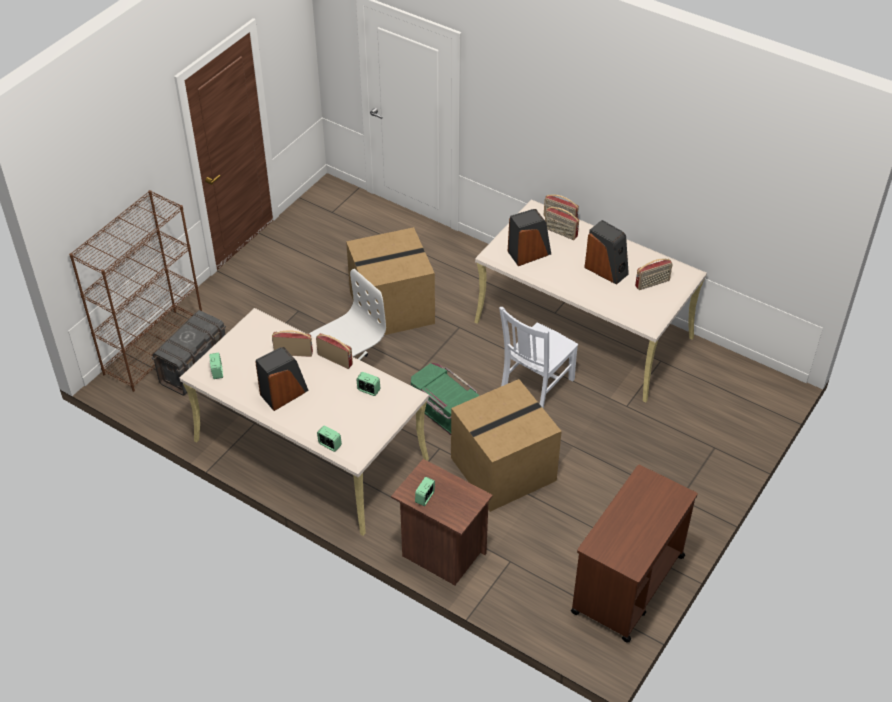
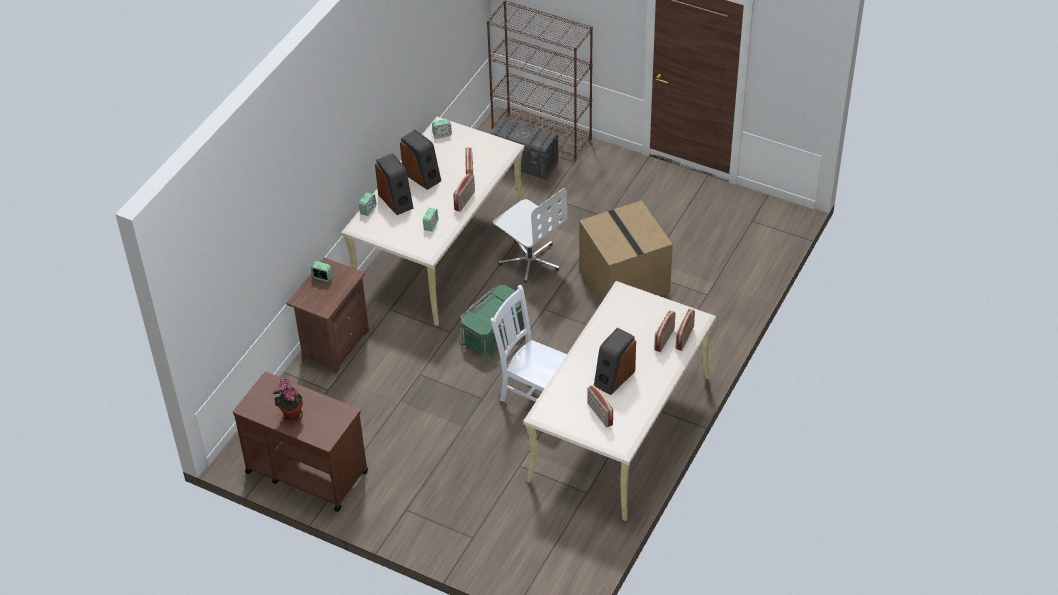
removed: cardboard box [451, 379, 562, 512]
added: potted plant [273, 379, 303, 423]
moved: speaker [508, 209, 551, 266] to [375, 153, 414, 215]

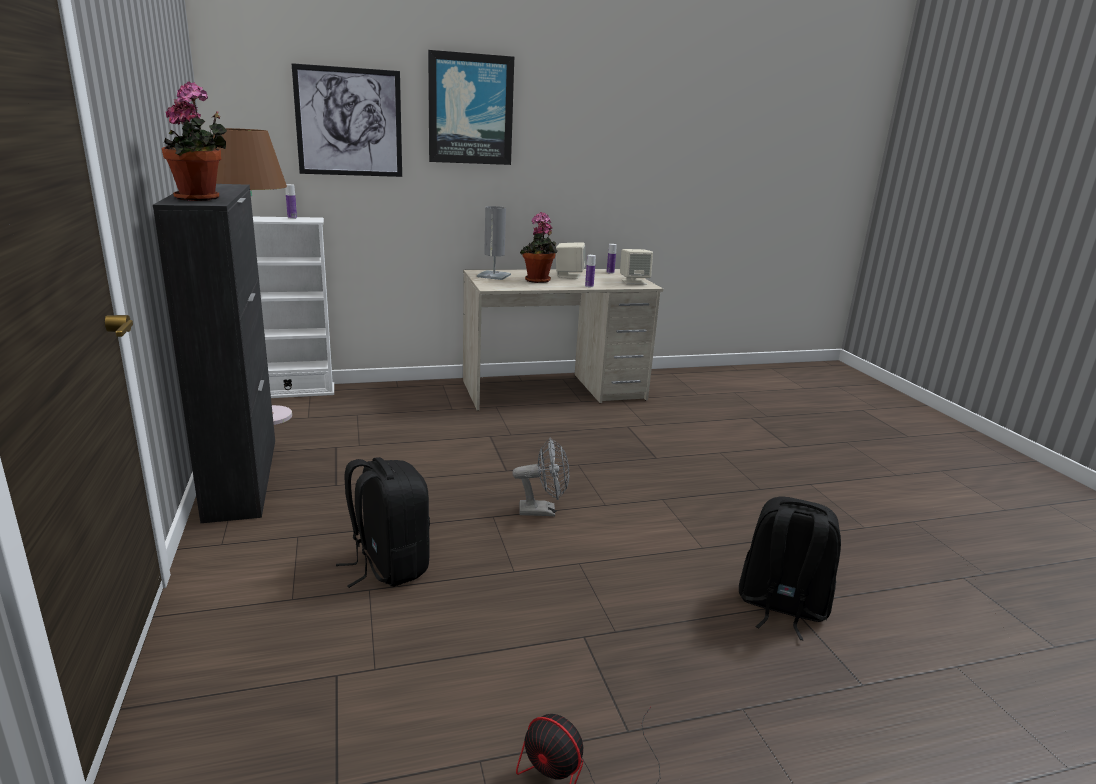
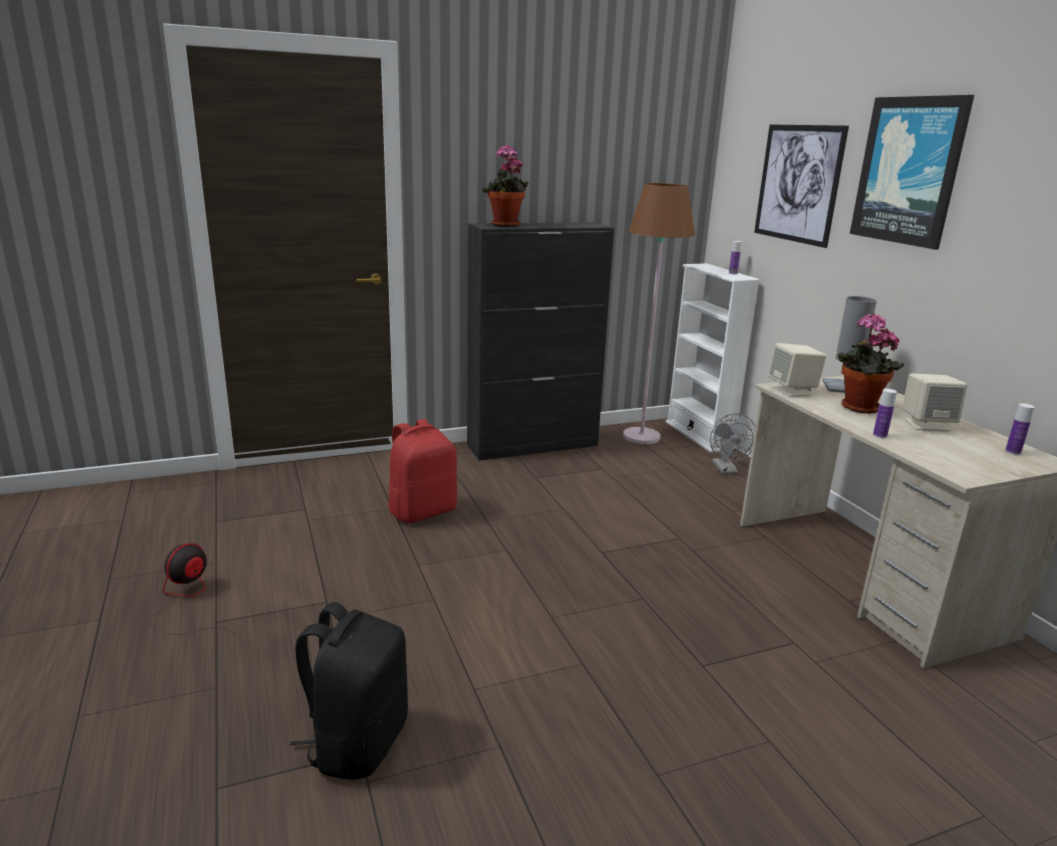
moved: fan (grey) [512, 438, 569, 516] to [710, 413, 756, 474]; speaker (beige) [620, 249, 653, 285] to [768, 343, 826, 397]
recoloured: backpack (black) [336, 457, 430, 588] to backpack (red) [388, 419, 457, 523]

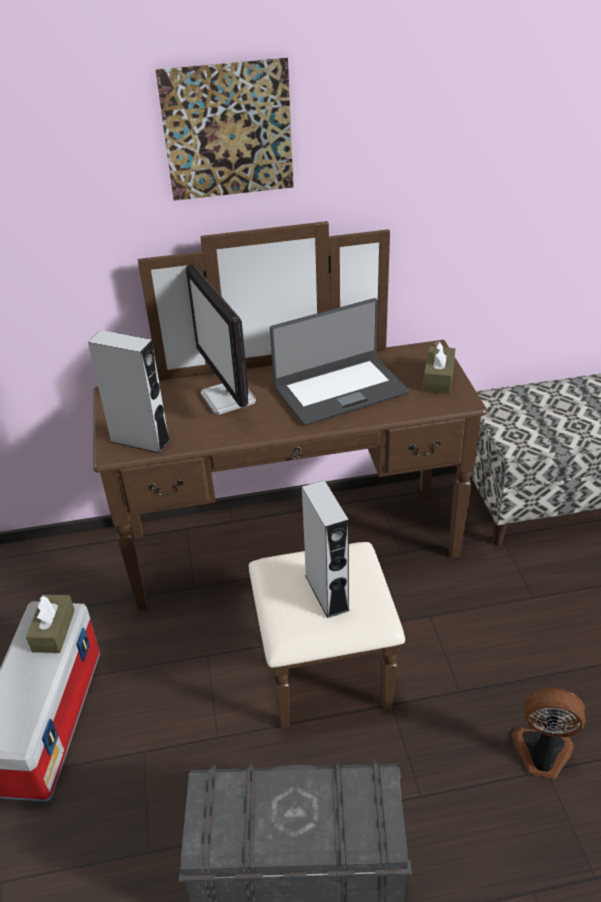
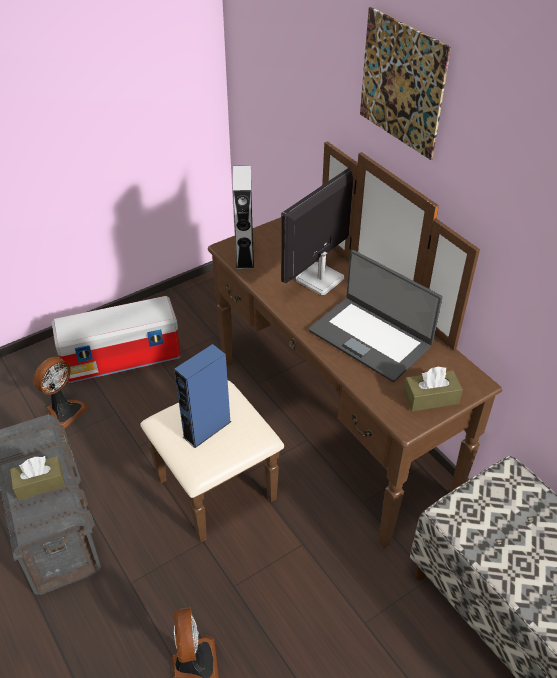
added: fan [33, 357, 88, 429]
moved: tissue box (brown) [26, 595, 75, 653] to [10, 456, 65, 500]
recoloured: speaker (grey) [302, 480, 350, 618] to speaker (blue) [174, 344, 231, 448]

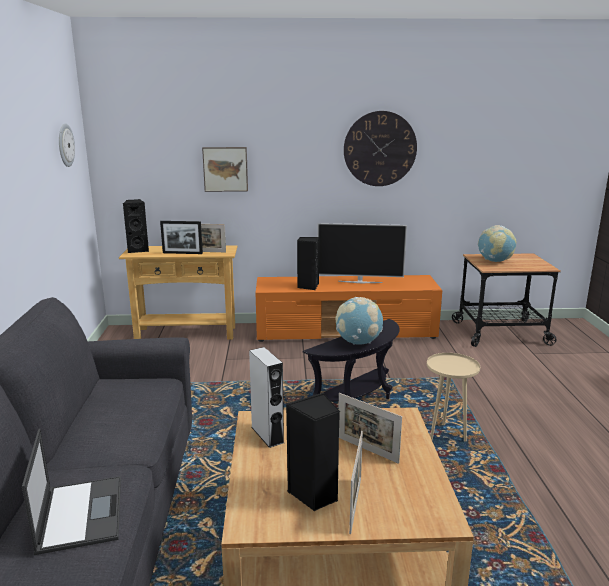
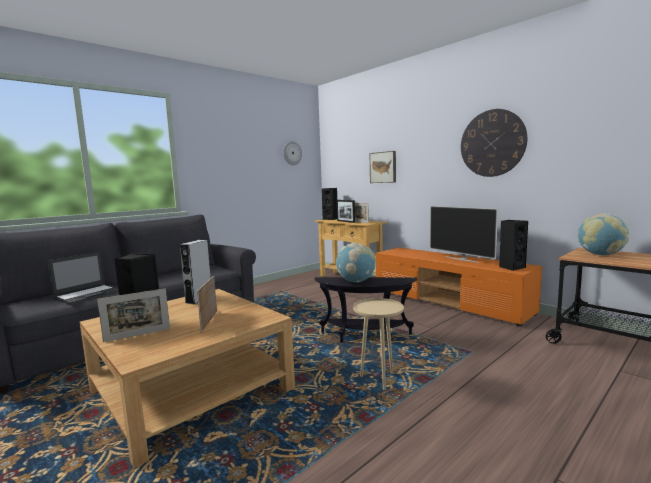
moved: speaker (black) [297, 237, 319, 290] to [499, 220, 528, 271]

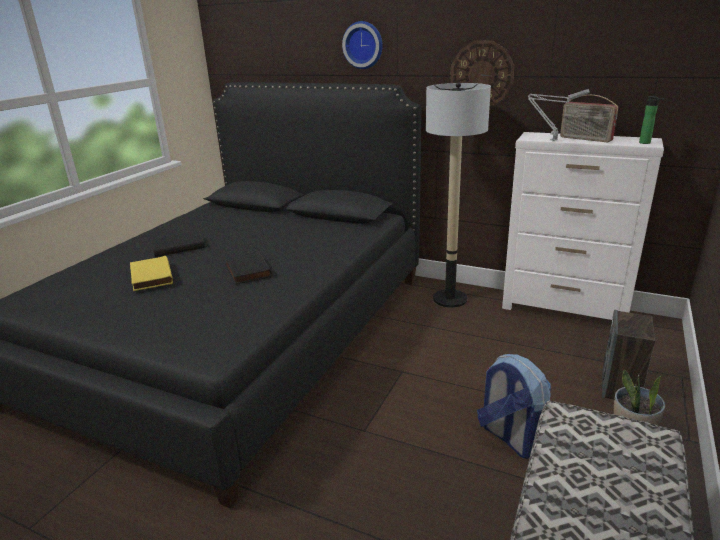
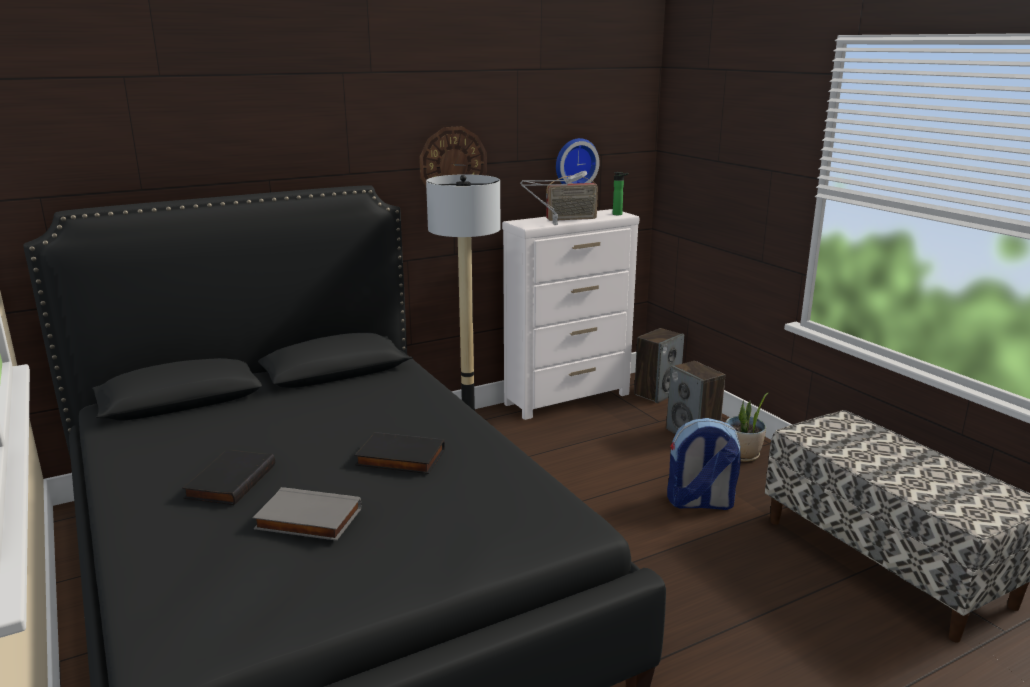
added: speaker [634, 328, 684, 403]
moved: wall clock [342, 21, 383, 69] to [556, 138, 600, 184]
recoloured: book (yellow) [130, 256, 173, 291] to book (grey) [252, 487, 361, 541]

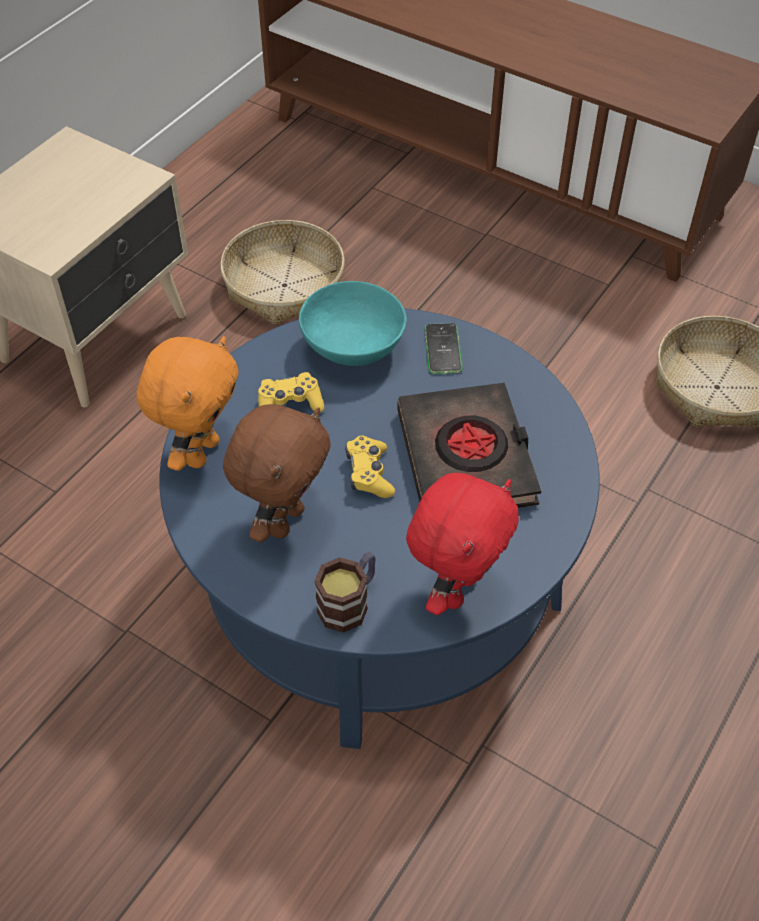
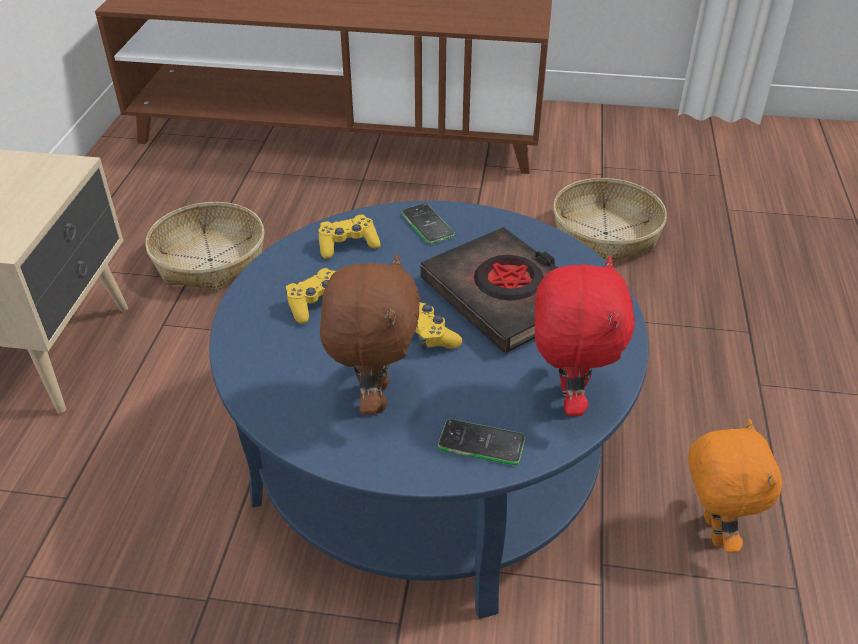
moved: plush toy (orange) [137, 336, 238, 471] to [688, 419, 782, 553]
replaced: bowl (turquoise) [299, 281, 407, 366] to game controller (yellow) [318, 215, 380, 259]; mug [314, 552, 376, 632] to phone [438, 419, 525, 465]

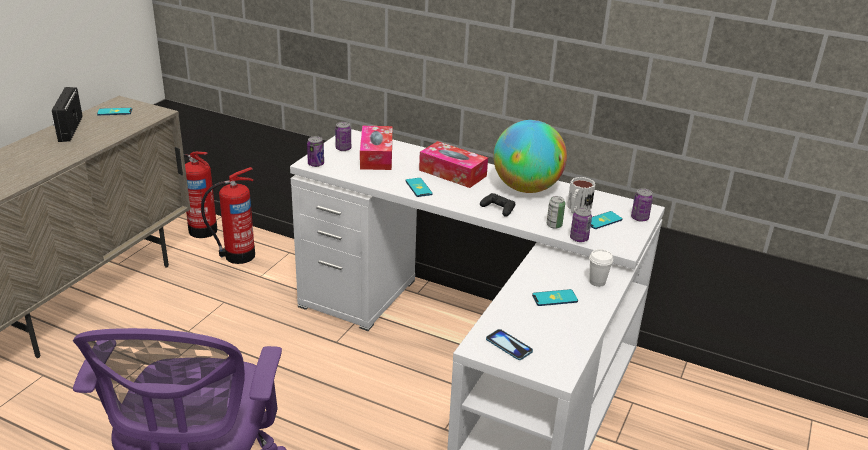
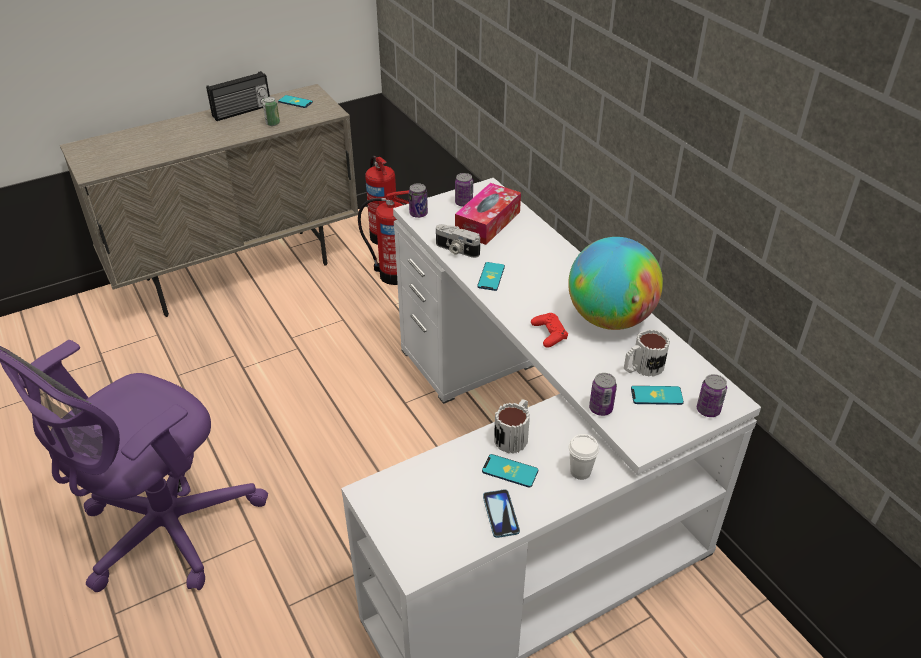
removed: tissue box [419, 141, 488, 188]
added: photo camera [436, 224, 480, 258]; mug [494, 399, 530, 454]
moved: phone [486, 329, 533, 360] to [483, 489, 520, 538]; can [547, 196, 565, 229] to [263, 97, 280, 126]
recoloured: game controller (black) [480, 193, 515, 217] to game controller (red) [531, 313, 568, 348]
turned: radio [52, 87, 83, 142] = [206, 71, 270, 121] 150 degrees counterclockwise

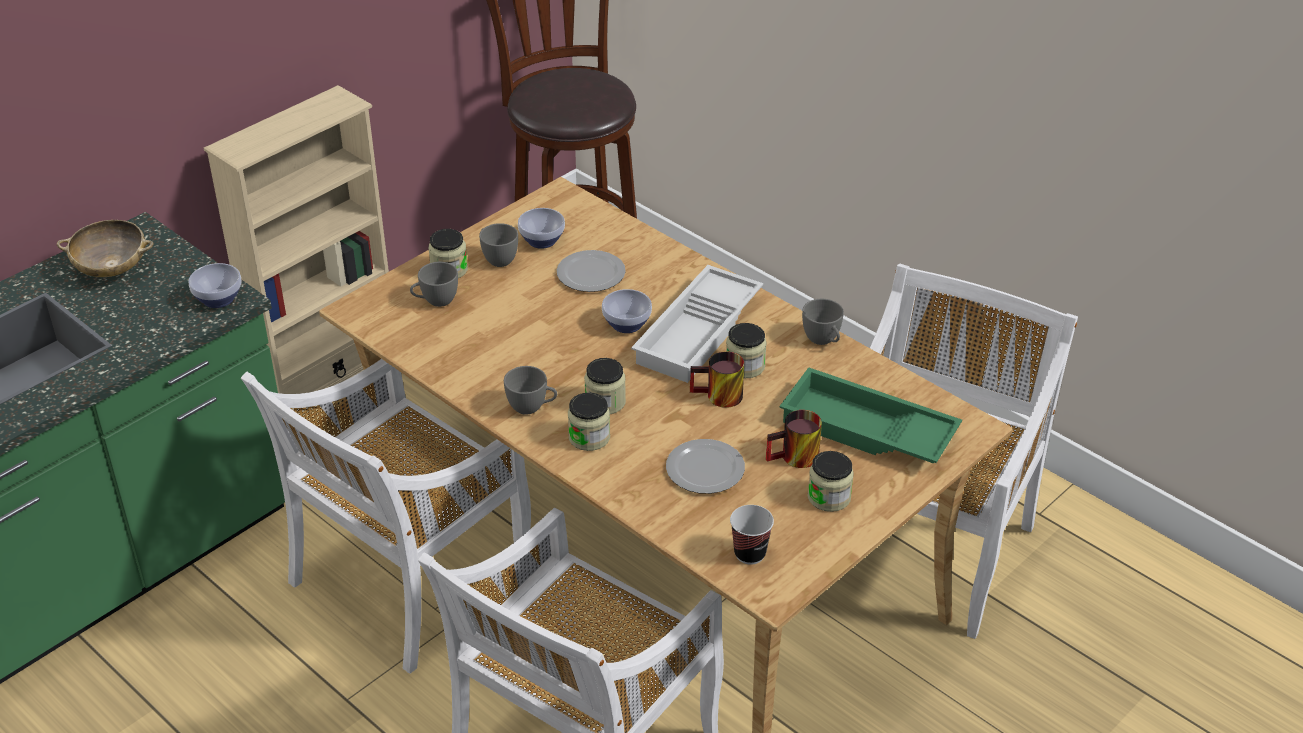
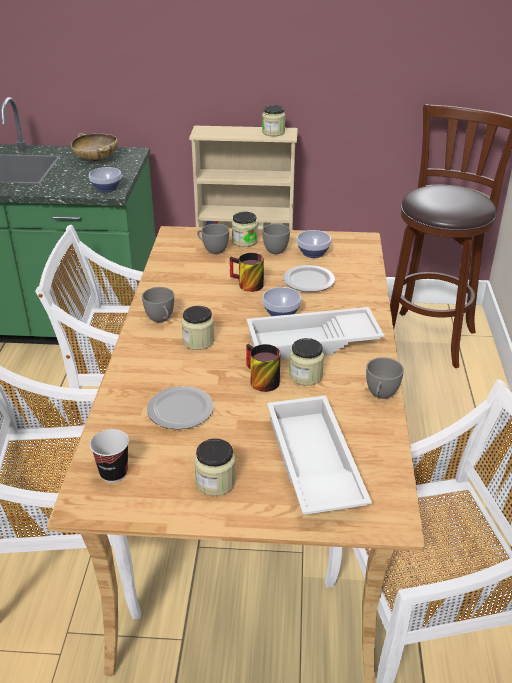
moved: jar [568, 393, 610, 451] to [262, 105, 285, 136]; mug [766, 410, 822, 468] to [230, 253, 264, 292]
recoloured: tray (green) [779, 367, 962, 464] to tray (white) [267, 395, 372, 515]

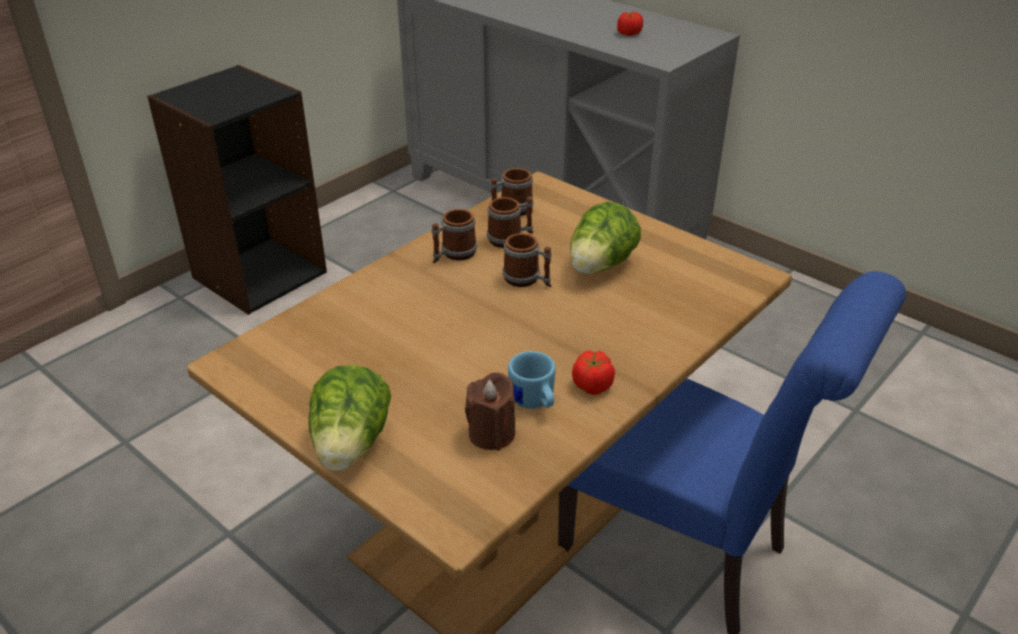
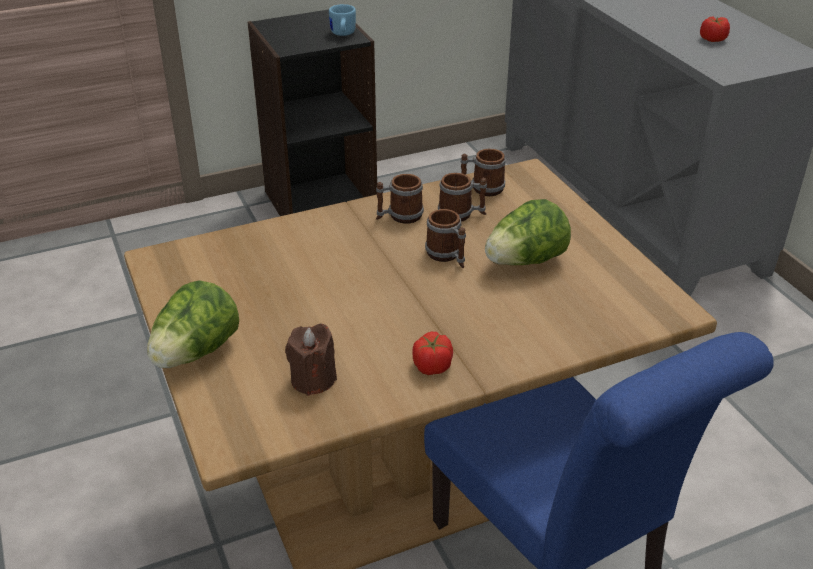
moved: mug (blue) [508, 351, 556, 409] to [329, 4, 356, 36]

